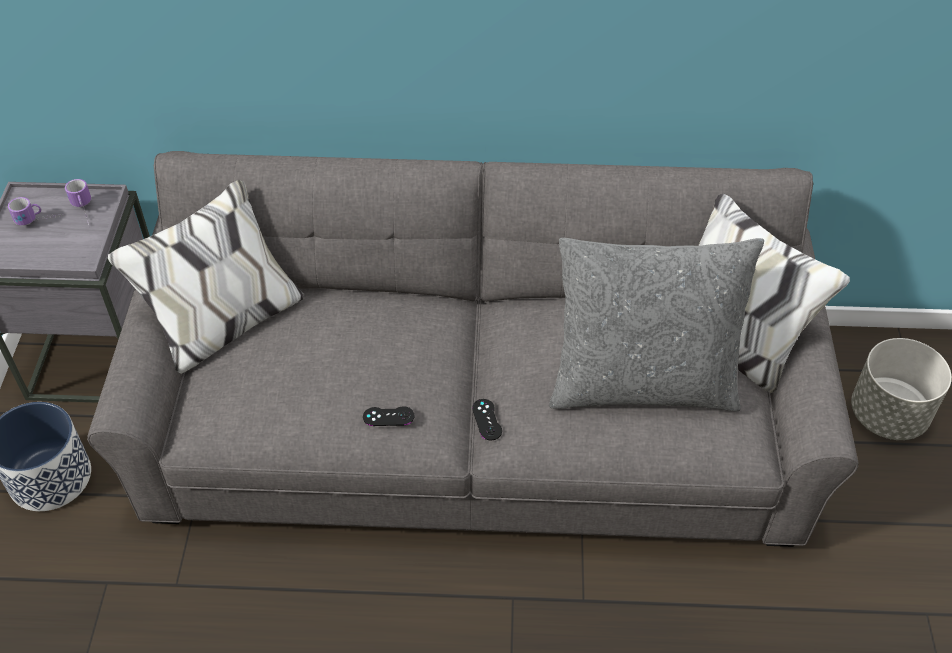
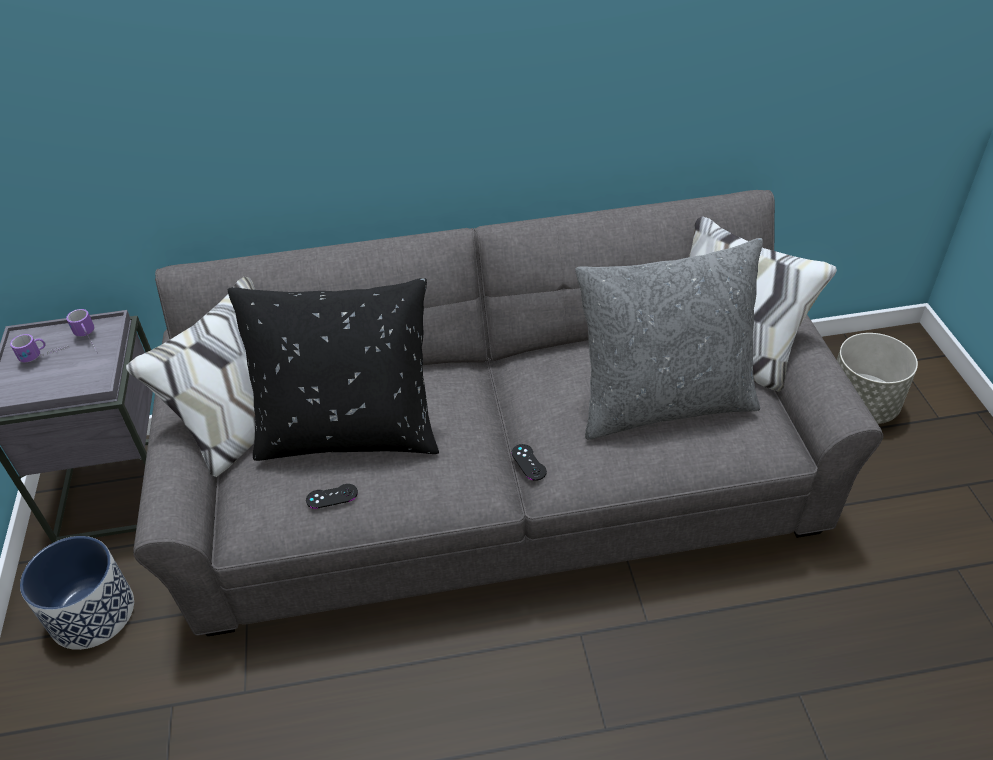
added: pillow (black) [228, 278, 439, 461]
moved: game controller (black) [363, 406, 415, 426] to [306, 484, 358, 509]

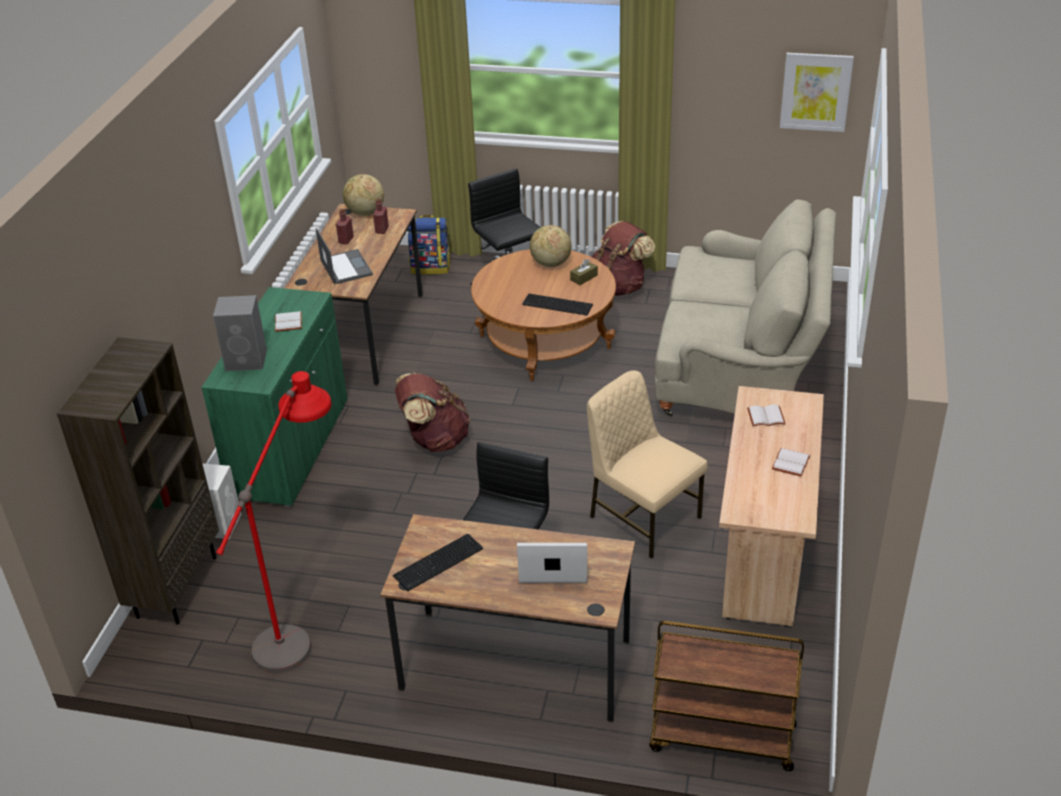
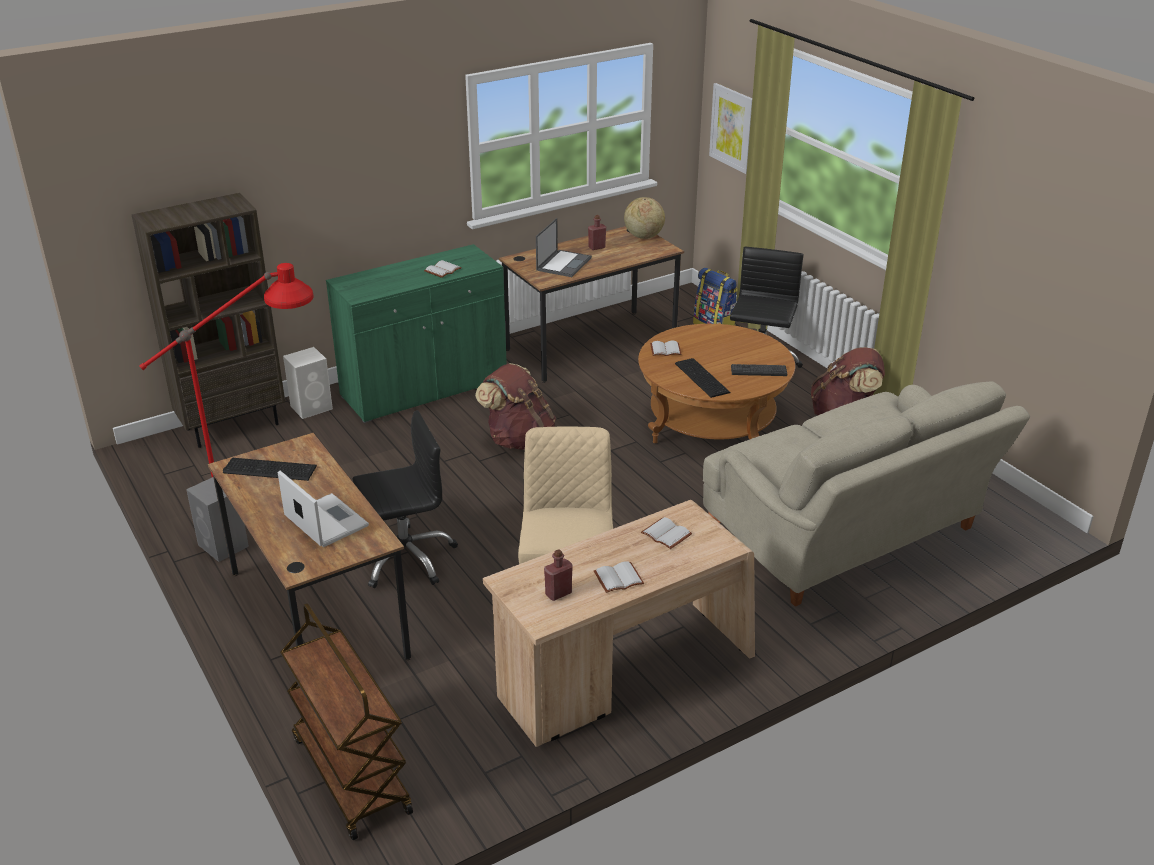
removed: globe [530, 225, 572, 267]
added: book (white) [650, 341, 682, 356]
moved: speaker (grey) [213, 295, 267, 371] to [186, 477, 249, 562]; bottle (red) [373, 199, 389, 234] to [544, 549, 573, 601]; picture [780, 53, 854, 132] to [709, 83, 752, 174]
replaced: tissue box (brown) [570, 259, 598, 285] to keyboard [731, 364, 787, 376]

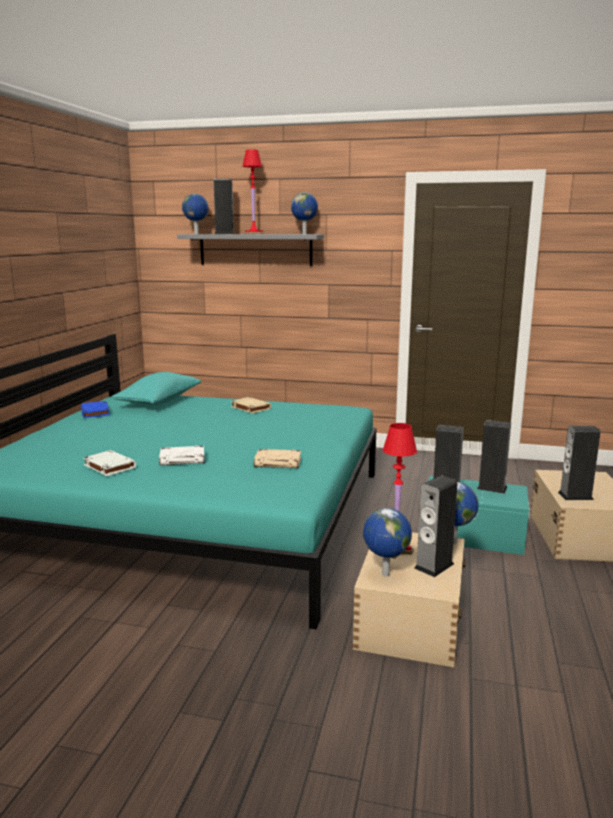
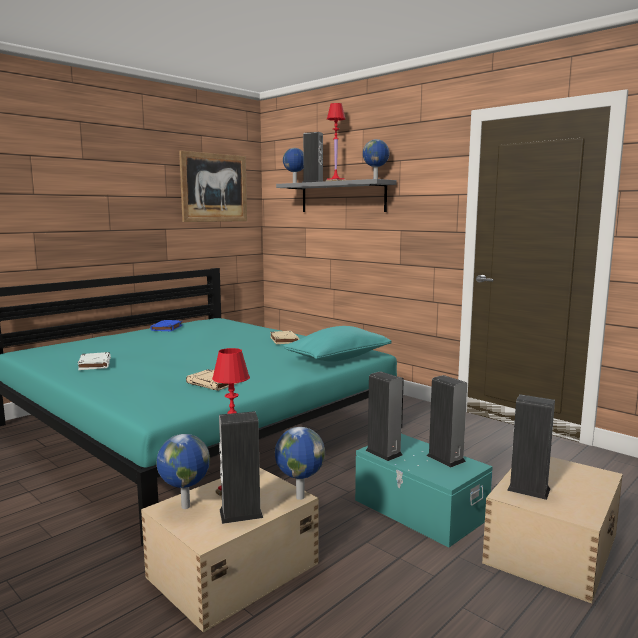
removed: book (white) [159, 446, 205, 465]
added: picture [179, 151, 247, 222]
moved: pillow (turquoise) [112, 372, 201, 405] to [283, 326, 392, 362]

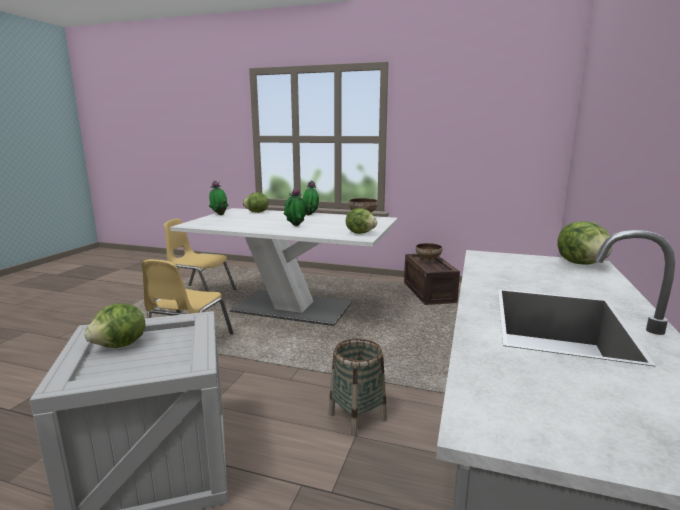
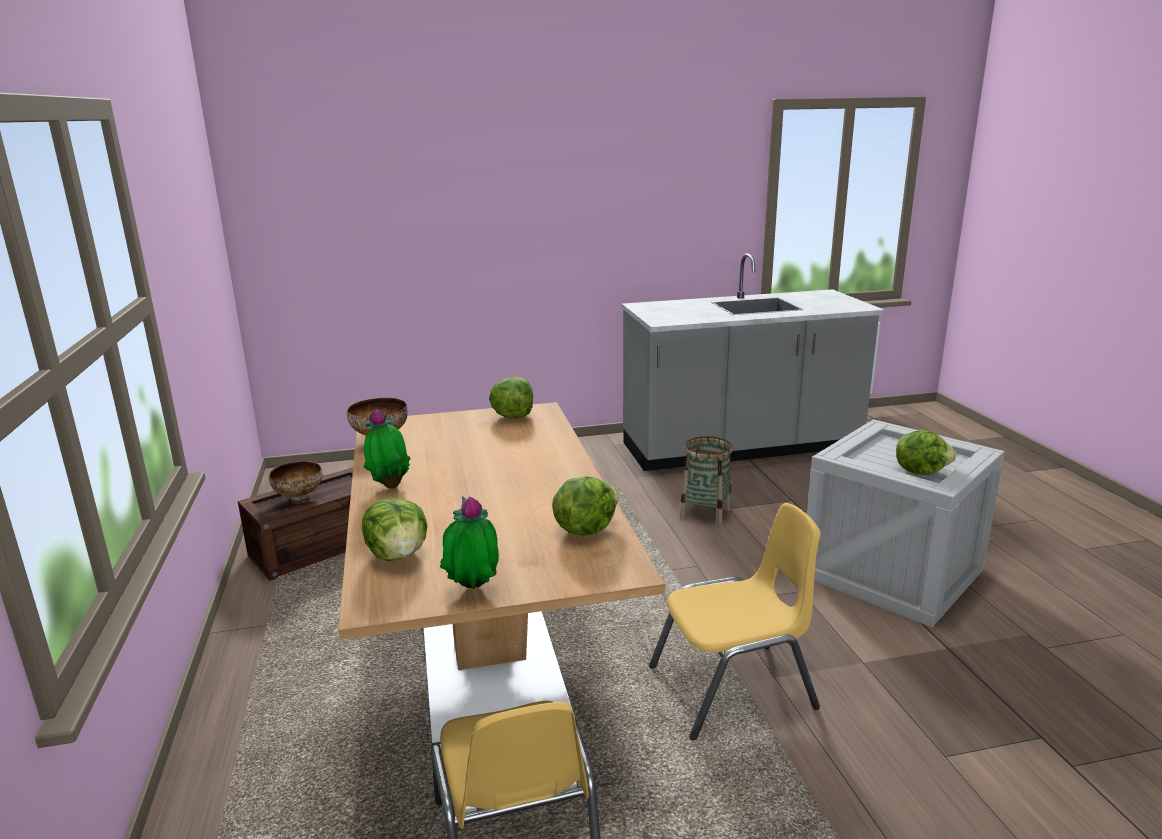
removed: potted plant [284, 188, 306, 226]
moved: lettuce [557, 221, 612, 265] to [552, 476, 618, 536]
recoloured: dining table (white) [170, 208, 398, 326] to dining table (brown) [338, 402, 666, 744]

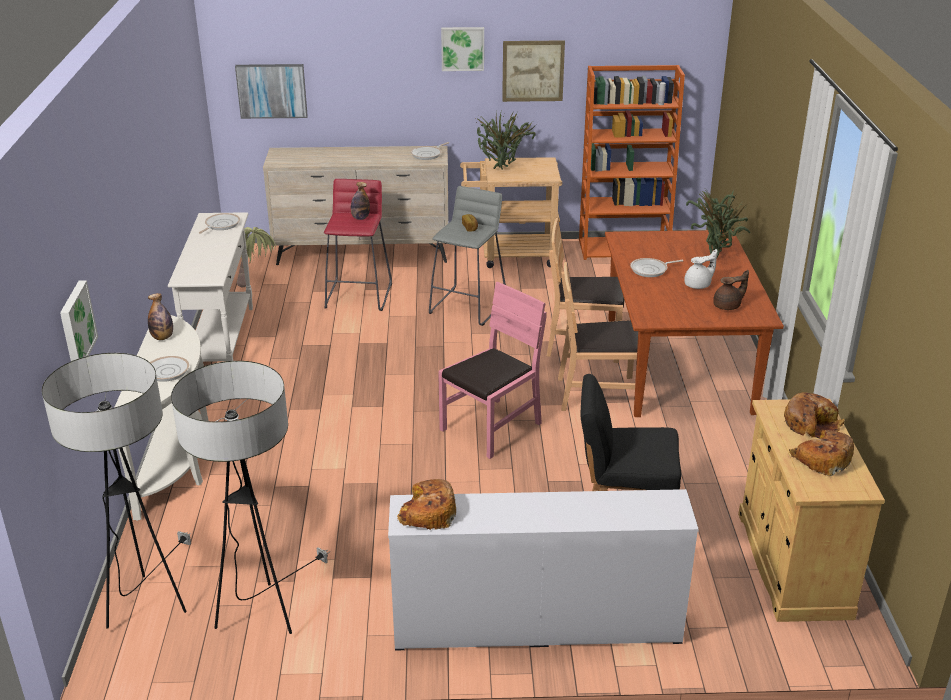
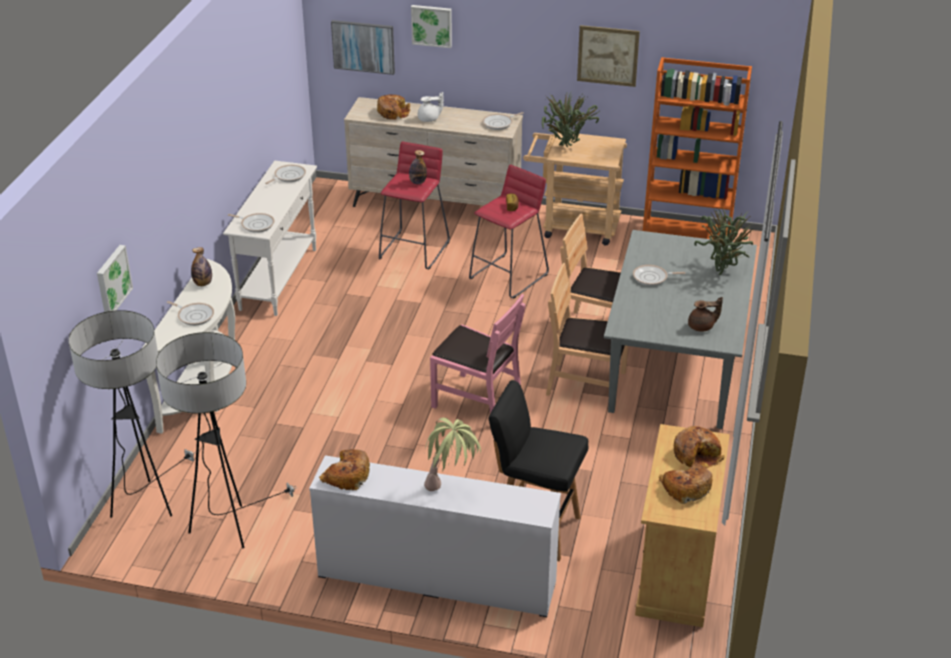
added: frying pan [228, 213, 275, 233]; bread [377, 95, 411, 120]
moved: potted plant [237, 227, 276, 287] to [424, 418, 481, 491]; picture [441, 27, 484, 71] to [411, 5, 452, 48]; teapot (white) [684, 249, 717, 289] to [418, 92, 444, 122]
recoloured: stool (grey) [429, 186, 506, 326] to stool (red) [469, 165, 549, 299]; dining table (brown) [605, 230, 784, 417] to dining table (grey) [604, 230, 757, 429]
turned: chair (pink) [438, 282, 547, 459] = [430, 294, 526, 414] 60 degrees clockwise

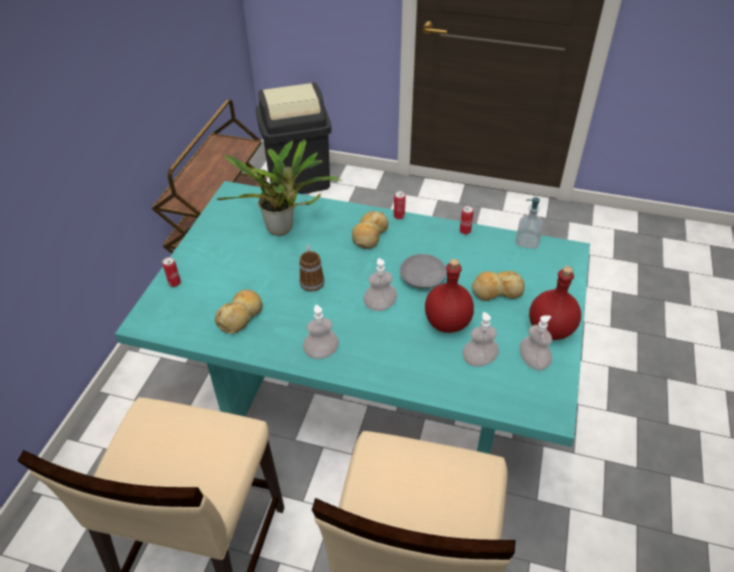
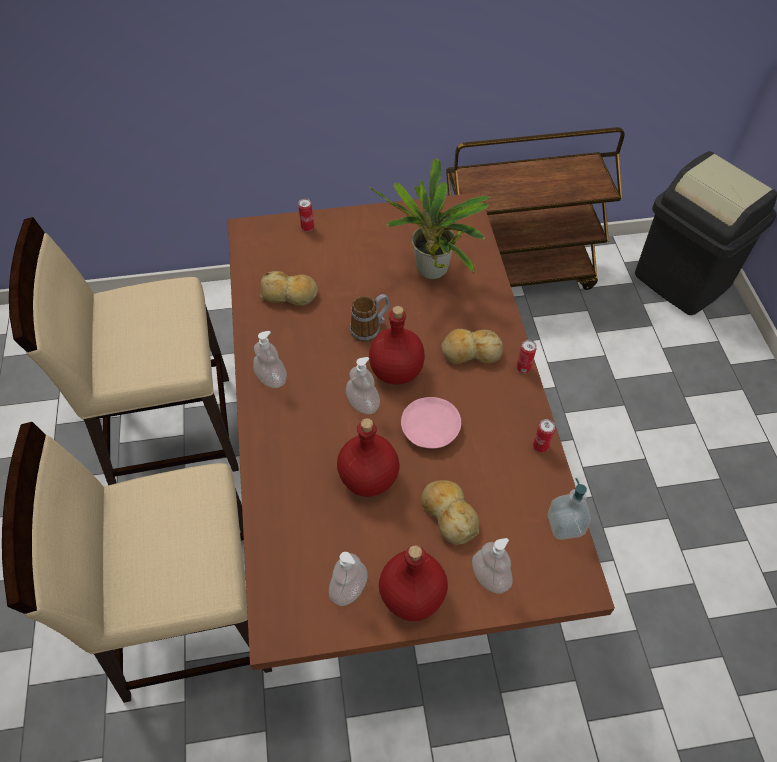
added: bottle (red) [369, 306, 425, 384]
moved: soap dispenser [462, 312, 499, 367] to [472, 538, 513, 594]
recoloured: dining table (turquoise) [115, 181, 590, 454] to dining table (brown) [228, 193, 615, 670]; plate (grey) [400, 254, 447, 289] to plate (pink) [401, 397, 461, 449]

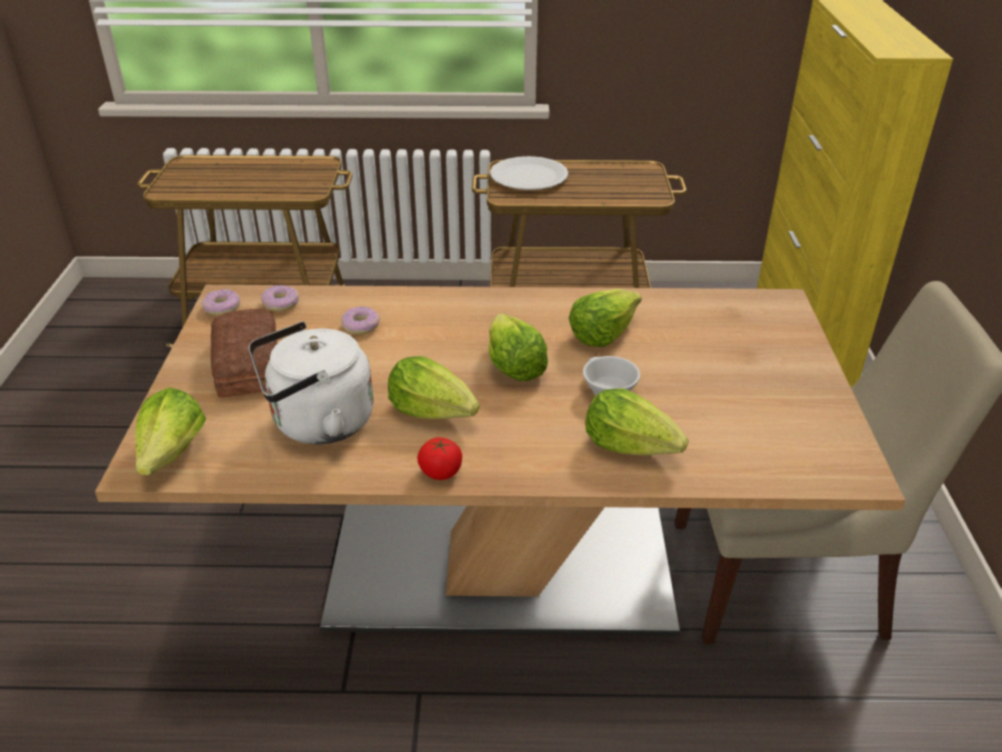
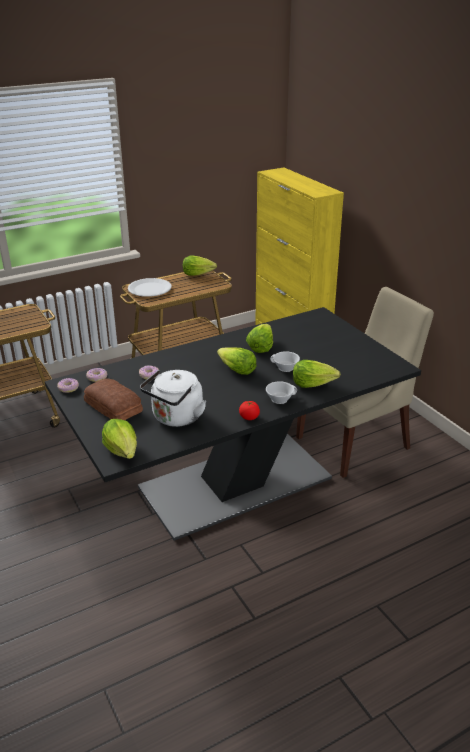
added: cup (white) [266, 381, 297, 404]
moved: lettuce [388, 356, 480, 419] to [183, 256, 217, 276]
recoloured: dining table (beige) [95, 285, 905, 636] to dining table (black) [45, 307, 421, 541]

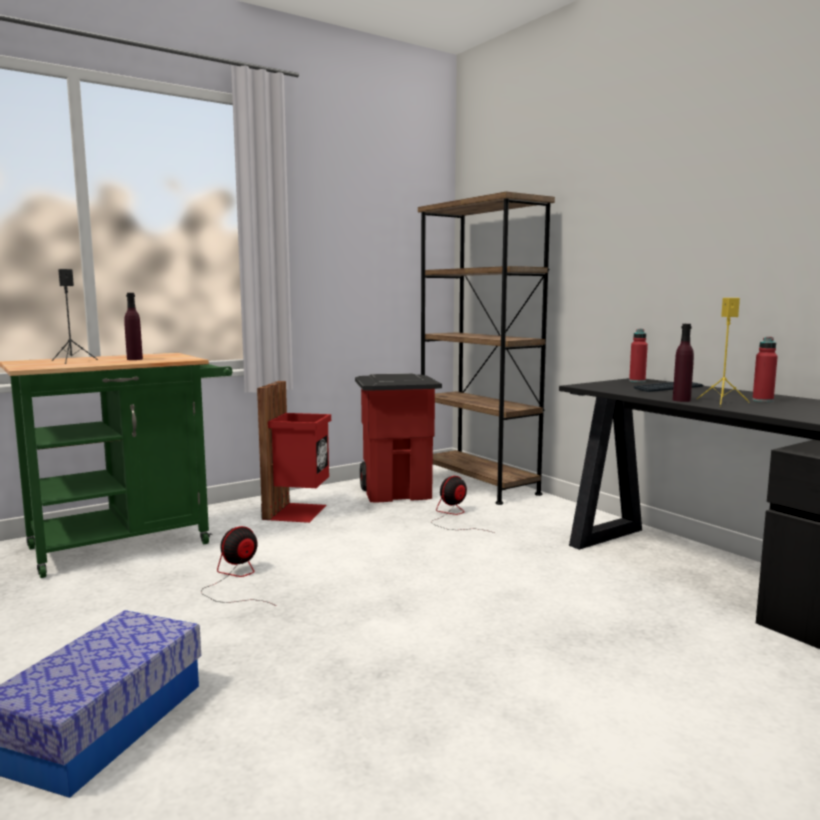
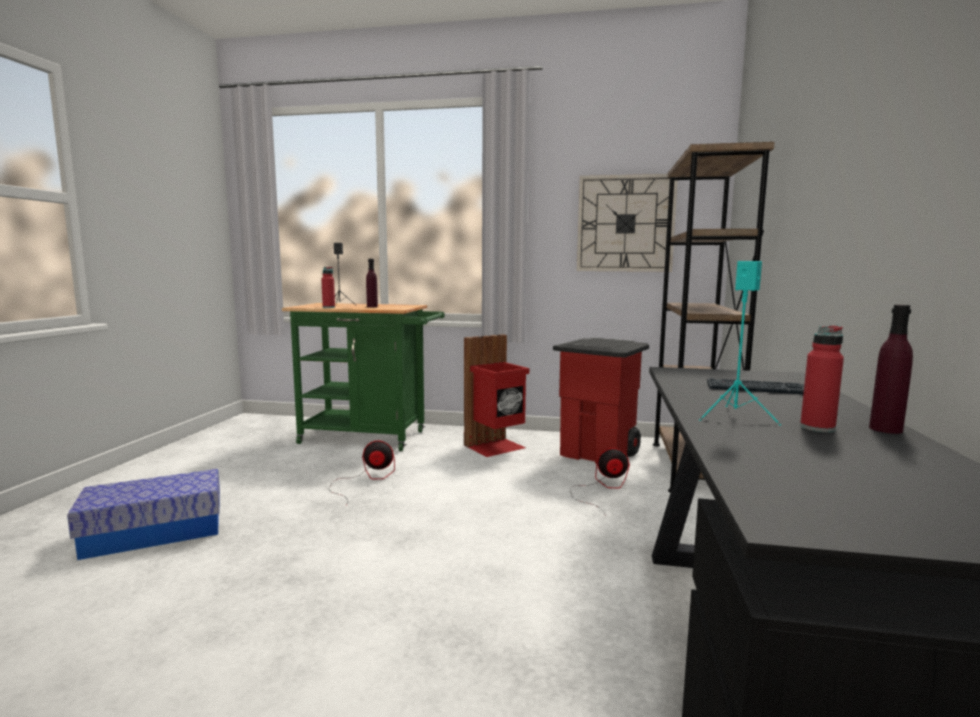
added: wall clock [577, 174, 677, 272]
moved: bottle (red) [629, 329, 648, 382] to [321, 267, 335, 308]; bottle (purple) [673, 324, 694, 402] to [869, 305, 913, 434]
recoloured: speaker (yellow) [697, 298, 750, 407] to speaker (turquoise) [699, 261, 781, 426]

